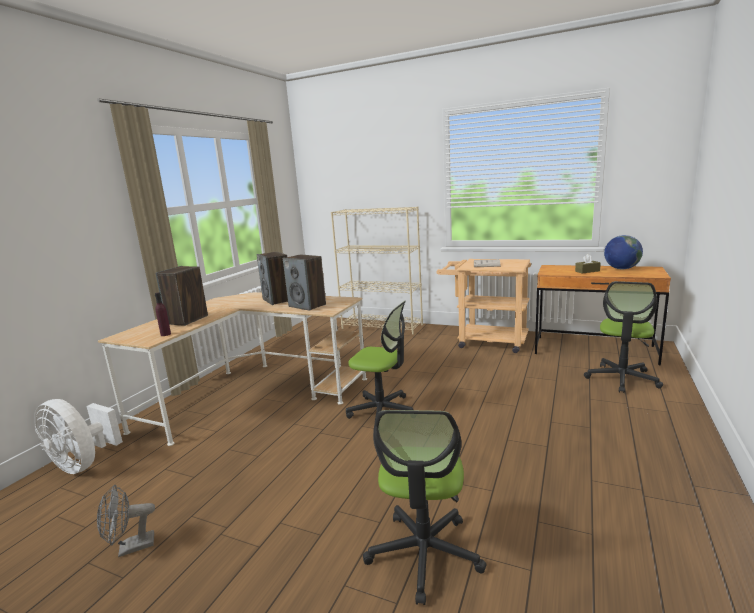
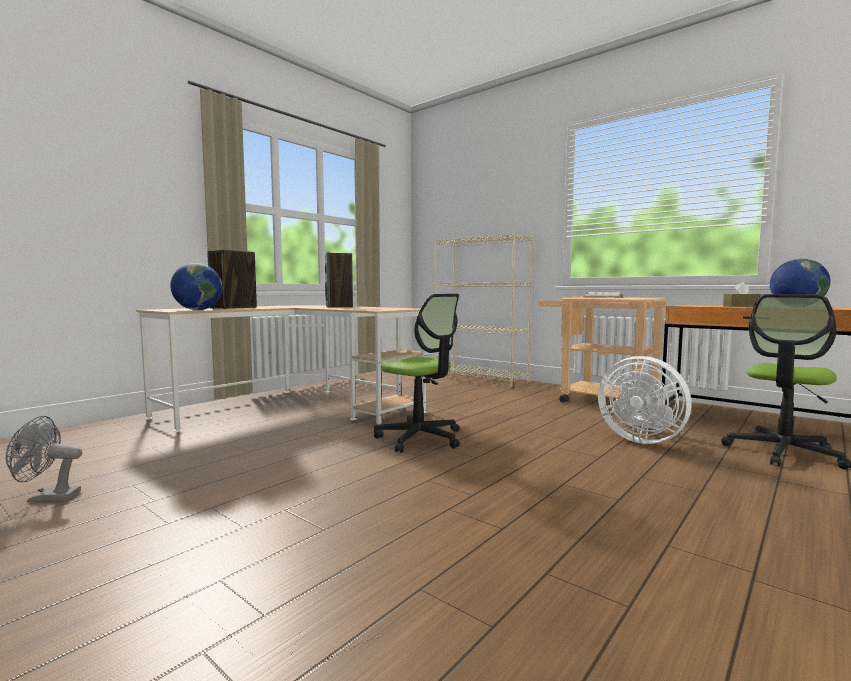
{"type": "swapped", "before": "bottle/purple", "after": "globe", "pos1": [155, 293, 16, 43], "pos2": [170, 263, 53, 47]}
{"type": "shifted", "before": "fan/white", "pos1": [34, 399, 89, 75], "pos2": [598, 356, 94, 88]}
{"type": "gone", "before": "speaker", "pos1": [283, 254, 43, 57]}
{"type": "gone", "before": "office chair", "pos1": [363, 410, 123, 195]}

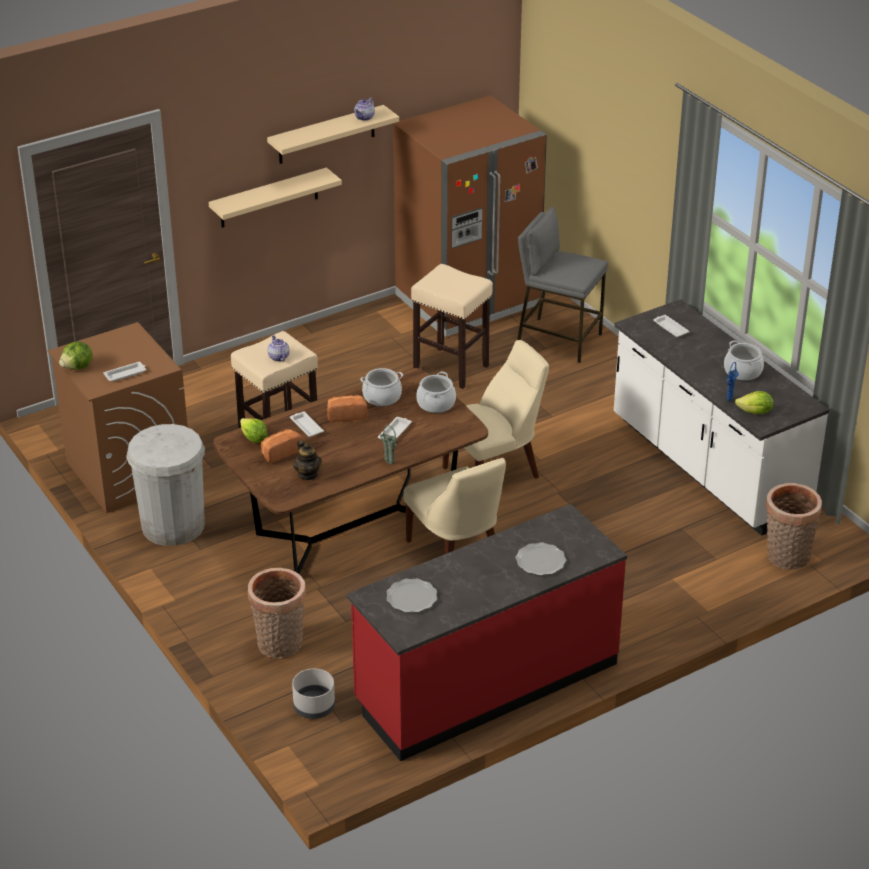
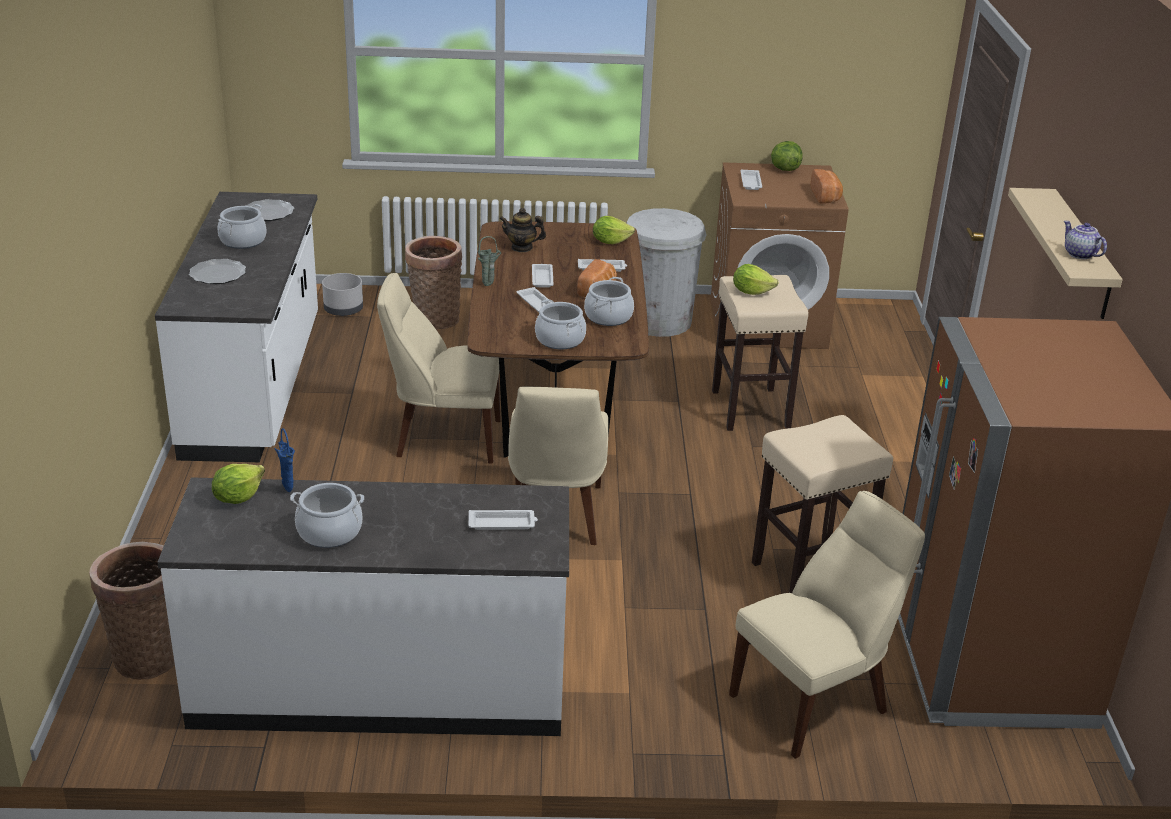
{"type": "repainted", "before": "counter/red", "after": "counter/white", "pos1": [347, 504, 280, 257], "pos2": [155, 192, 163, 270]}
{"type": "new", "after": "cooking pot", "pos2": [218, 204, 49, 45]}
{"type": "new", "after": "tray/white", "pos2": [532, 264, 22, 24]}
{"type": "swapped", "before": "stool/grey", "after": "chair/beige", "pos1": [517, 207, 91, 156], "pos2": [729, 491, 196, 268]}
{"type": "swapped", "before": "teapot", "after": "lettuce", "pos1": [268, 335, 22, 26], "pos2": [733, 264, 45, 31]}
{"type": "shifted", "before": "bread", "pos1": [261, 429, 42, 34], "pos2": [810, 169, 33, 34]}
{"type": "gone", "before": "shelf/beige", "pos1": [209, 167, 133, 61]}

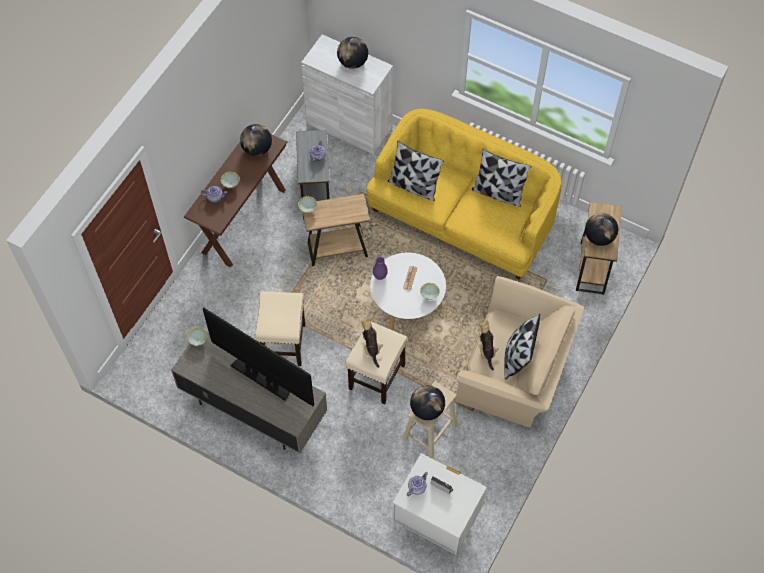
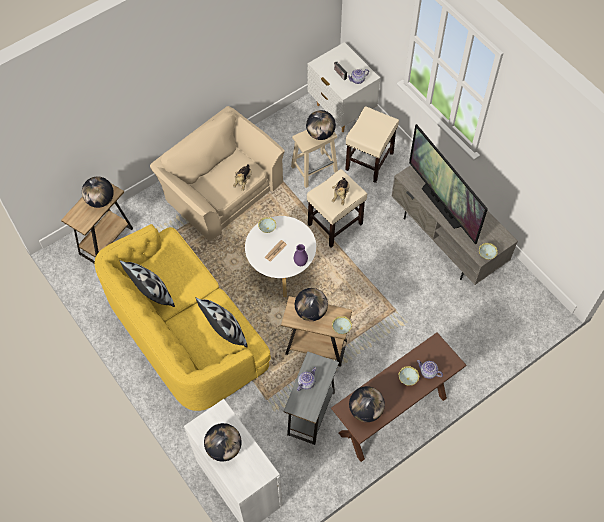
{"type": "new", "after": "globe", "pos2": [295, 288, 33, 33]}
{"type": "shifted", "before": "stool/beige", "pos1": [255, 291, 50, 75], "pos2": [345, 106, 54, 77]}
{"type": "gone", "before": "pillow", "pos1": [504, 314, 36, 66]}

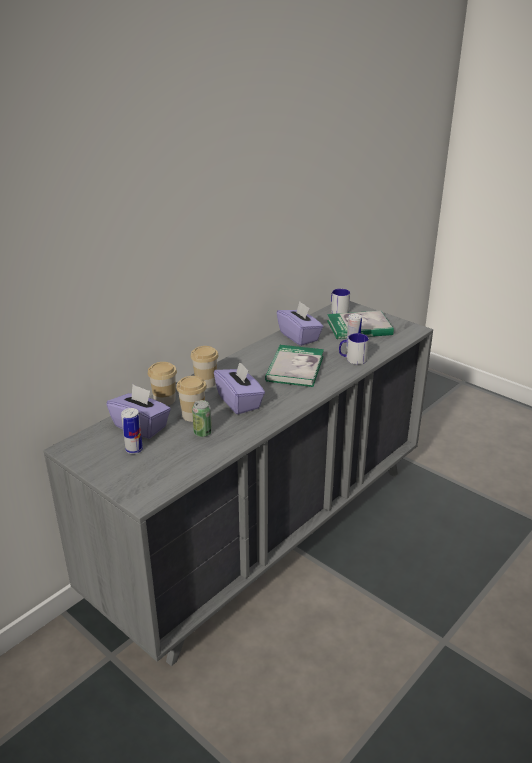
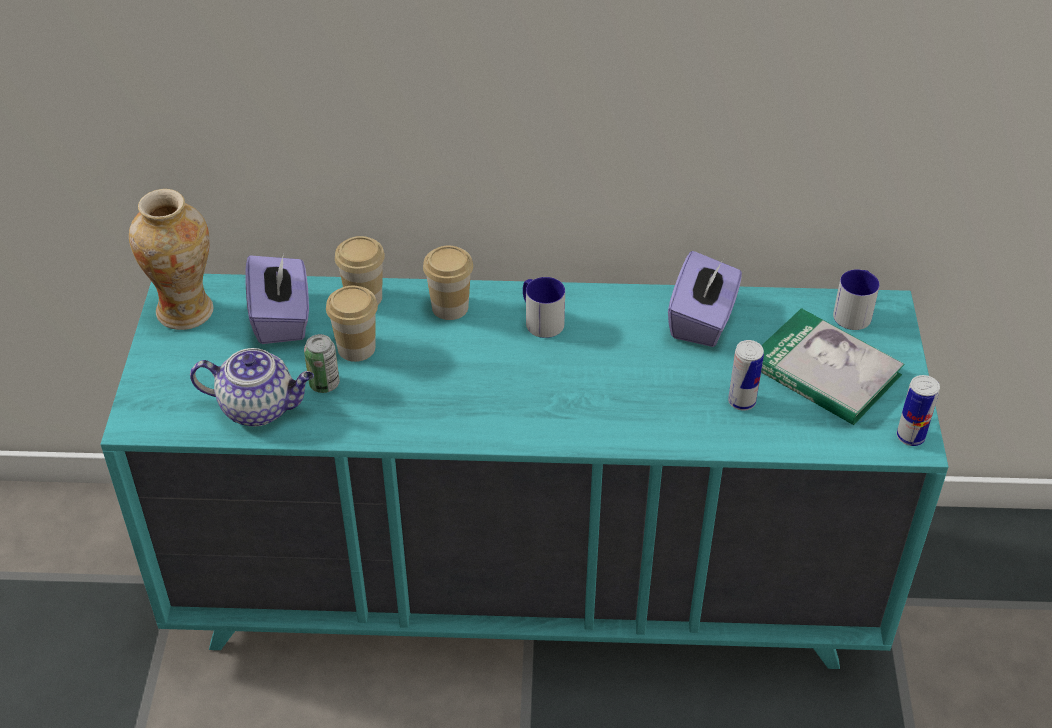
{"type": "repainted", "before": "dresser/grey", "after": "dresser/turquoise", "pos1": [43, 301, 390, 365], "pos2": [100, 274, 849, 395]}
{"type": "new", "after": "vase", "pos2": [129, 189, 85, 141]}
{"type": "new", "after": "teapot", "pos2": [190, 348, 124, 78]}
{"type": "shifted", "before": "mug", "pos1": [339, 333, 30, 32], "pos2": [523, 277, 42, 61]}
{"type": "shifted", "before": "can", "pos1": [121, 408, 22, 46], "pos2": [897, 375, 43, 71]}
{"type": "gone", "before": "tissue box/purple", "pos1": [214, 362, 51, 52]}
{"type": "gone", "before": "book", "pos1": [265, 345, 59, 42]}

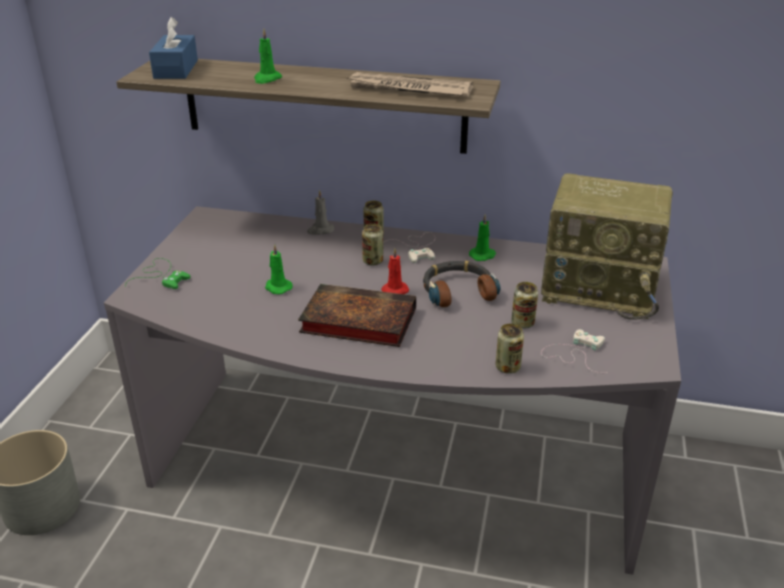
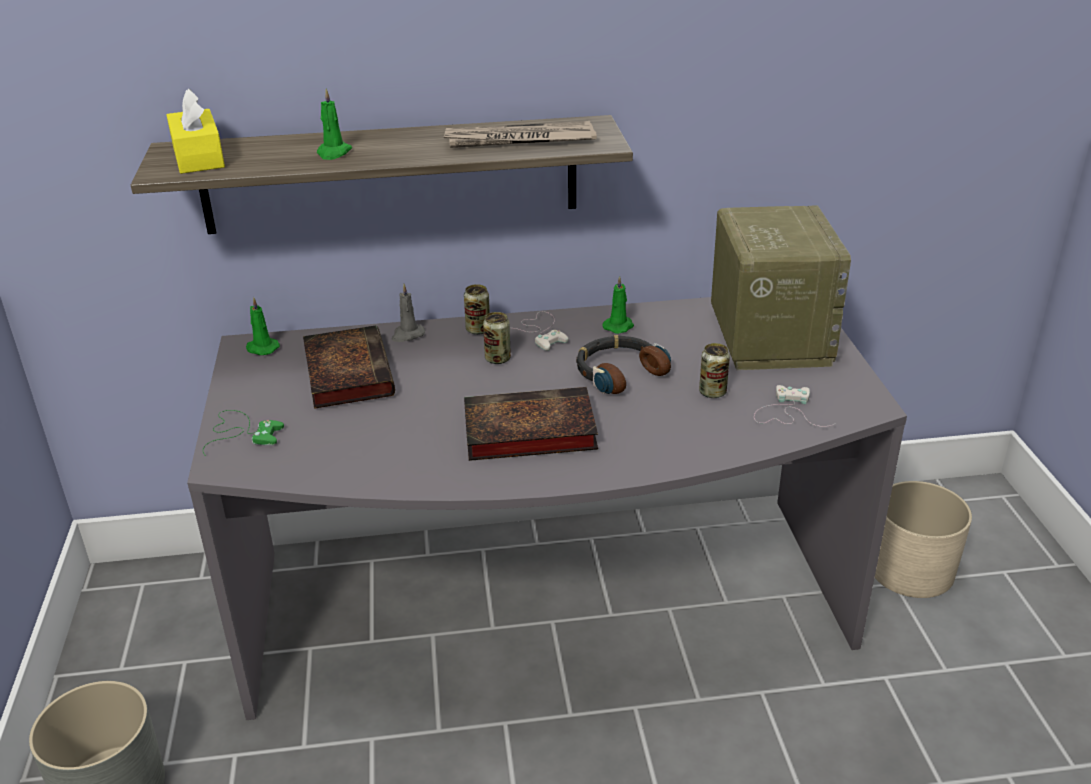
{"type": "repainted", "before": "tissue box/blue", "after": "tissue box/yellow", "pos1": [149, 17, 49, 62], "pos2": [167, 88, 58, 86]}
{"type": "shifted", "before": "candle/green", "pos1": [265, 244, 28, 50], "pos2": [246, 297, 34, 58]}
{"type": "new", "after": "book", "pos2": [303, 325, 92, 84]}
{"type": "rotated", "before": "radio", "pos1": [541, 173, 132, 147], "pos2": [711, 206, 140, 164], "turn": -90}
{"type": "new", "after": "planter/beige", "pos2": [875, 481, 97, 117]}
{"type": "gone", "before": "candle/red", "pos1": [381, 248, 28, 46]}
{"type": "gone", "before": "can", "pos1": [496, 323, 28, 51]}

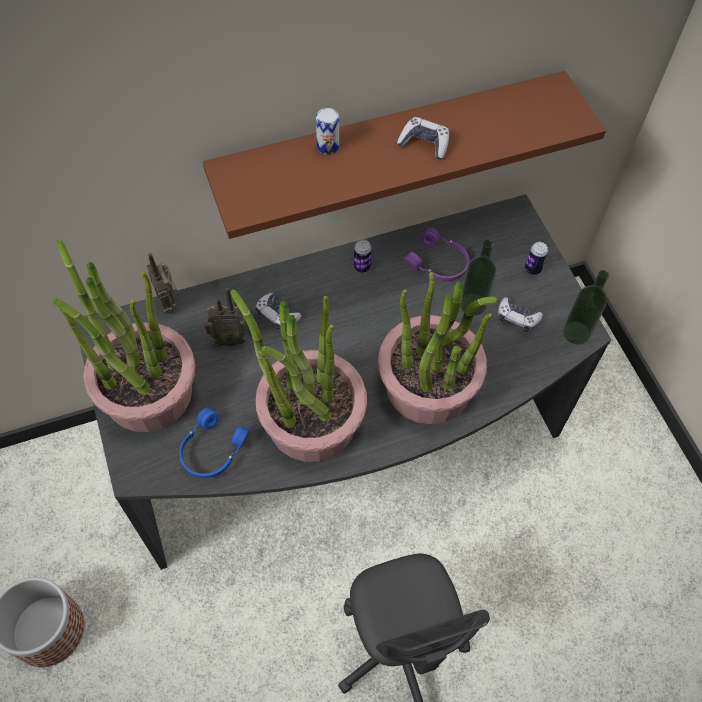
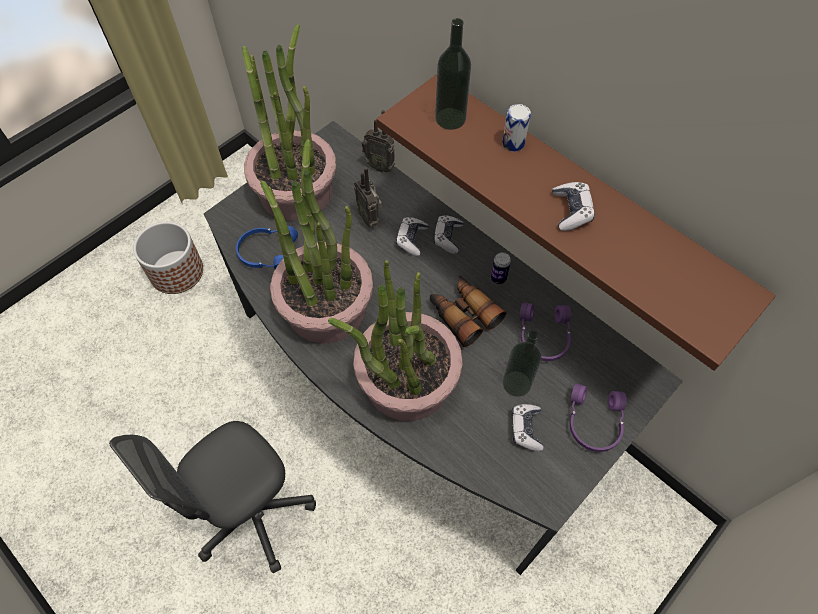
{"type": "rotated", "before": "radio", "pos1": [147, 253, 31, 61], "pos2": [361, 110, 34, 63], "turn": -105}
{"type": "new", "after": "binoculars", "pos2": [430, 275, 76, 72]}
{"type": "new", "after": "game controller", "pos2": [433, 215, 30, 39]}
{"type": "shifted", "before": "bottle", "pos1": [563, 270, 46, 74], "pos2": [435, 18, 36, 112]}
{"type": "swapped", "before": "can", "after": "headphones/purple", "pos1": [525, 242, 23, 33], "pos2": [570, 383, 57, 69]}

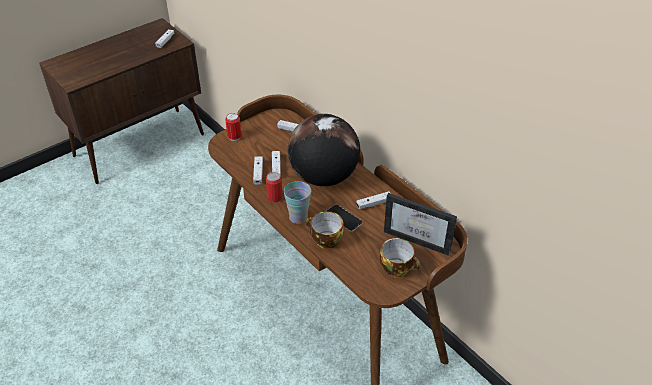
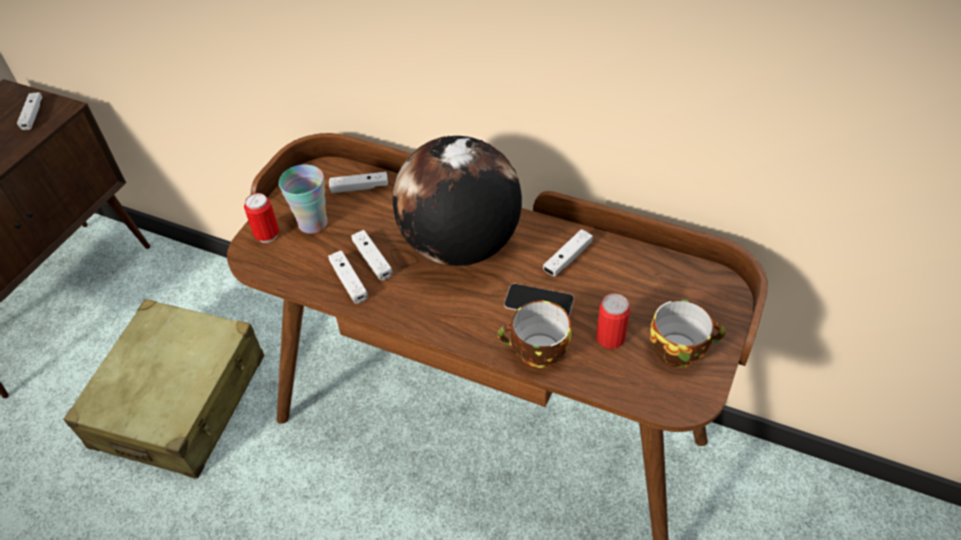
{"type": "new", "after": "suitcase/beige", "pos2": [63, 299, 201, 180]}
{"type": "shifted", "before": "cup", "pos1": [284, 181, 27, 43], "pos2": [279, 165, 49, 69]}
{"type": "shifted", "before": "can", "pos1": [266, 172, 17, 31], "pos2": [596, 294, 34, 55]}
{"type": "gone", "before": "picture frame", "pos1": [384, 193, 73, 63]}

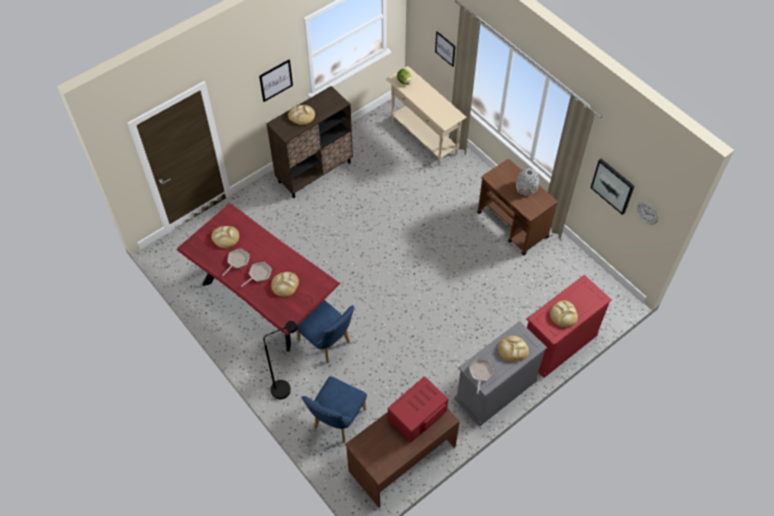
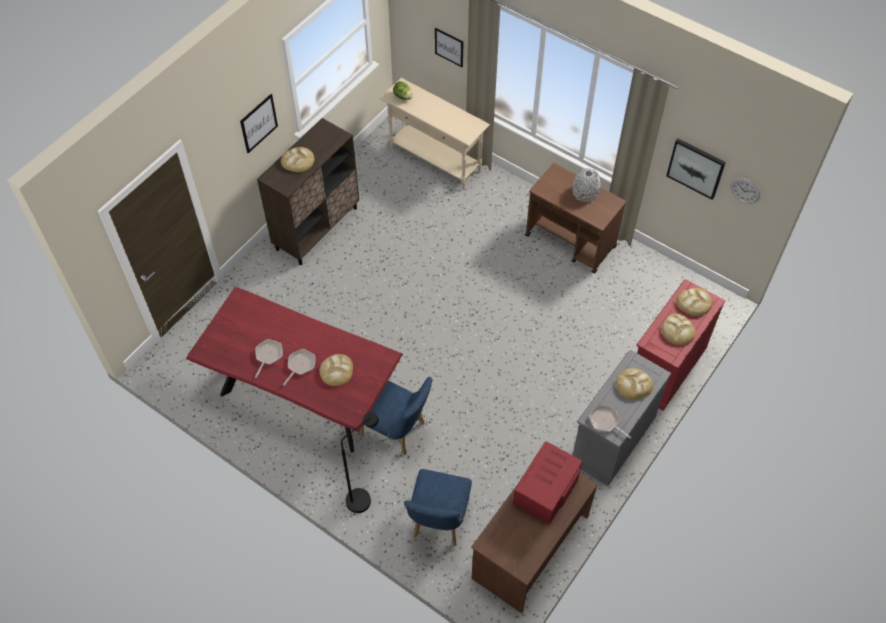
{"type": "rotated", "before": "frying pan", "pos1": [469, 359, 25, 35], "pos2": [589, 405, 42, 33], "turn": -45}
{"type": "shifted", "before": "bread", "pos1": [211, 226, 28, 22], "pos2": [676, 288, 36, 28]}

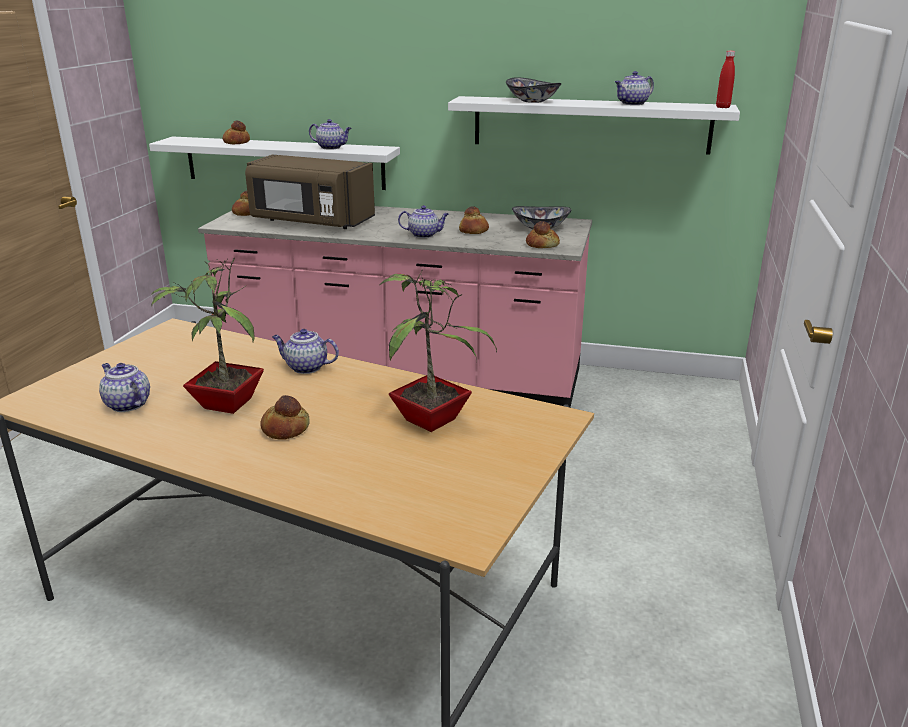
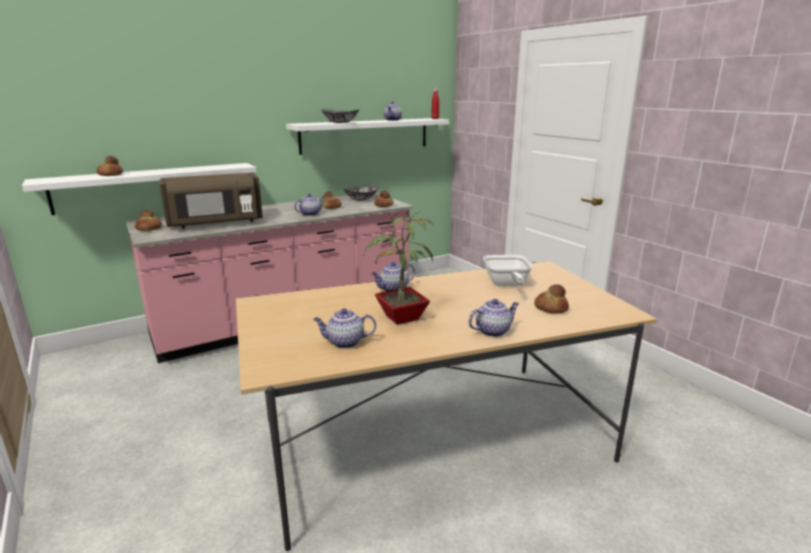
{"type": "shifted", "before": "teapot", "pos1": [309, 119, 42, 31], "pos2": [468, 299, 51, 38]}
{"type": "swapped", "before": "potted plant", "after": "frying pan", "pos1": [378, 271, 119, 161], "pos2": [483, 255, 50, 31]}
{"type": "shifted", "before": "bread", "pos1": [261, 395, 49, 45], "pos2": [534, 285, 35, 29]}

